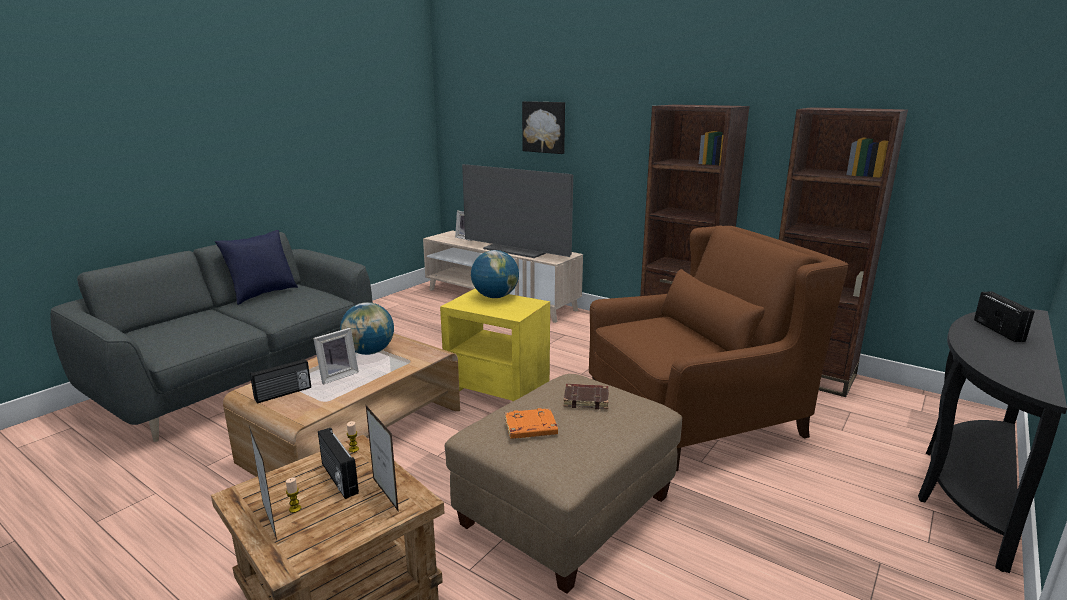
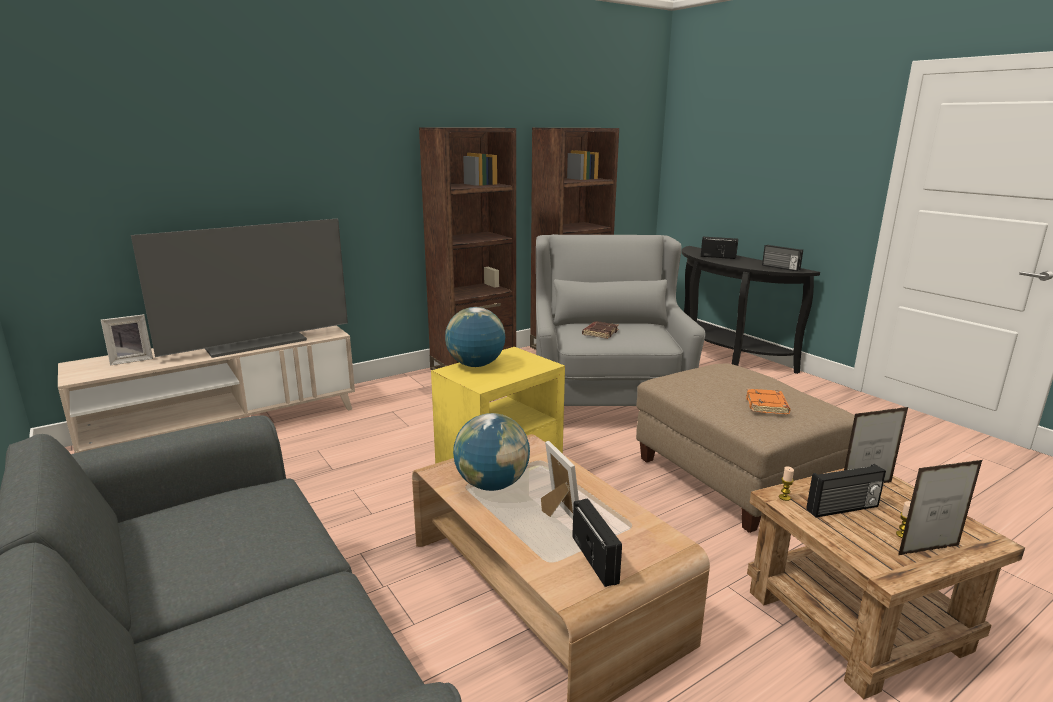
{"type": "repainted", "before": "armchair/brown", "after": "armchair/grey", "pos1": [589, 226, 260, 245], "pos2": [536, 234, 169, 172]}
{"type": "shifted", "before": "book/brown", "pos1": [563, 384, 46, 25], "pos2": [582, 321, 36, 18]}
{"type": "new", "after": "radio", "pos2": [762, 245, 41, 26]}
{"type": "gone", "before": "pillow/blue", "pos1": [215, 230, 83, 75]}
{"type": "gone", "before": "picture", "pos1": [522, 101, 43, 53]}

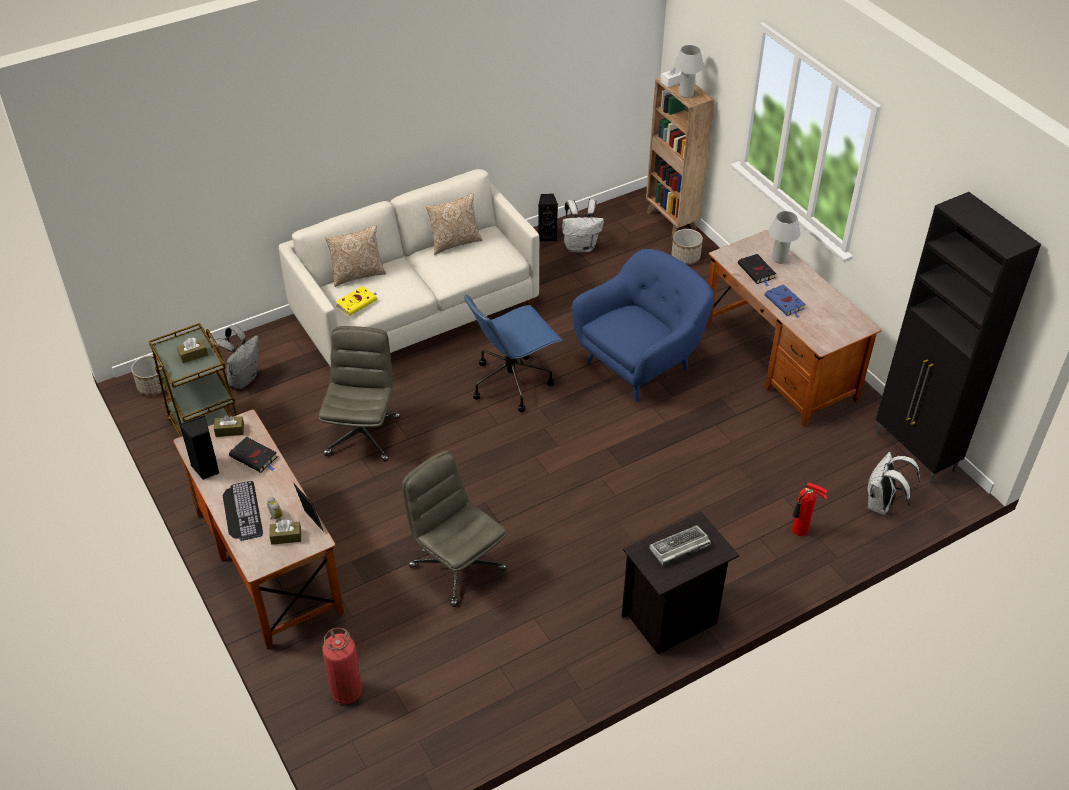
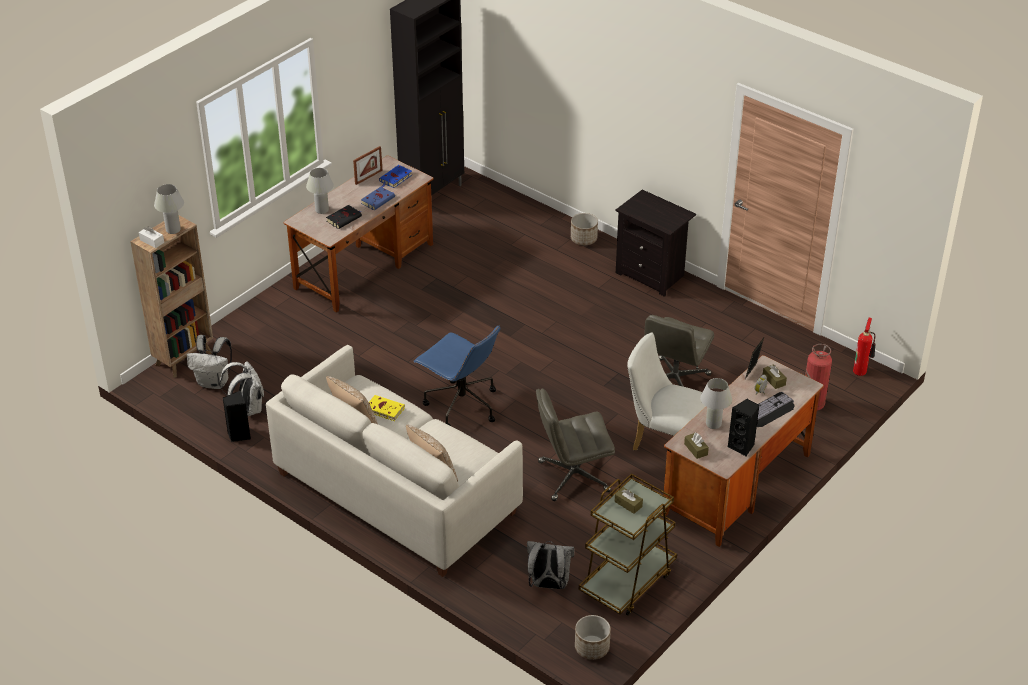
{"type": "shifted", "before": "backpack/white", "pos1": [868, 452, 52, 63], "pos2": [187, 335, 45, 54]}
{"type": "new", "after": "picture frame", "pos2": [353, 146, 29, 39]}
{"type": "shifted", "before": "book/yellow", "pos1": [335, 286, 42, 30], "pos2": [369, 395, 36, 26]}
{"type": "new", "after": "book/blue", "pos2": [379, 165, 33, 23]}
{"type": "shifted", "before": "planter", "pos1": [671, 229, 32, 36], "pos2": [571, 213, 27, 32]}
{"type": "new", "after": "chair/white", "pos2": [627, 332, 79, 118]}
{"type": "swapped", "before": "book/black", "after": "table lamp/white", "pos1": [229, 437, 48, 36], "pos2": [700, 378, 32, 51]}
{"type": "shifted", "before": "fire extinguisher", "pos1": [792, 482, 36, 54], "pos2": [853, 318, 22, 58]}
{"type": "gone", "before": "armchair/blue", "pos1": [572, 249, 142, 153]}
{"type": "gone", "before": "keyboard", "pos1": [649, 525, 62, 41]}

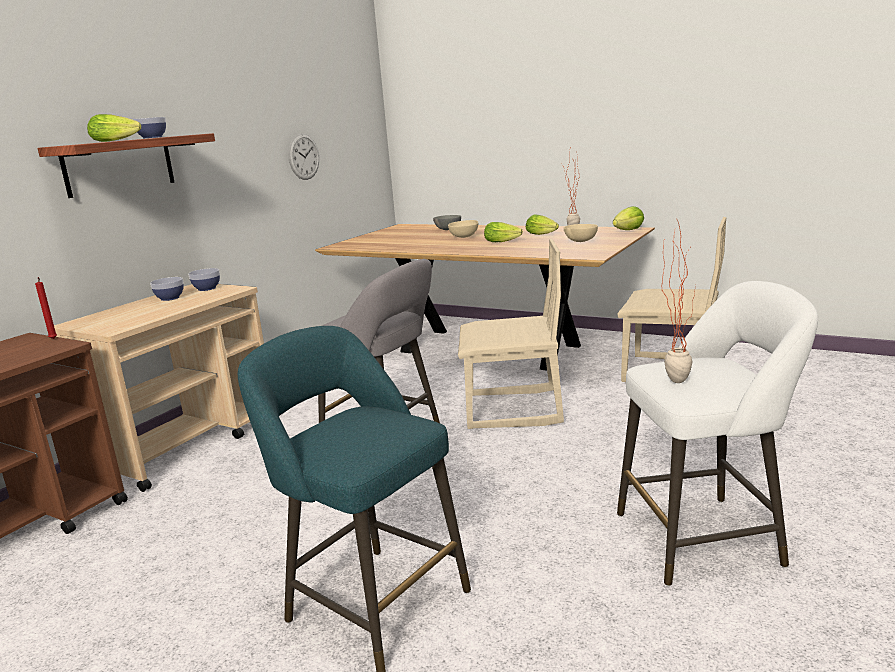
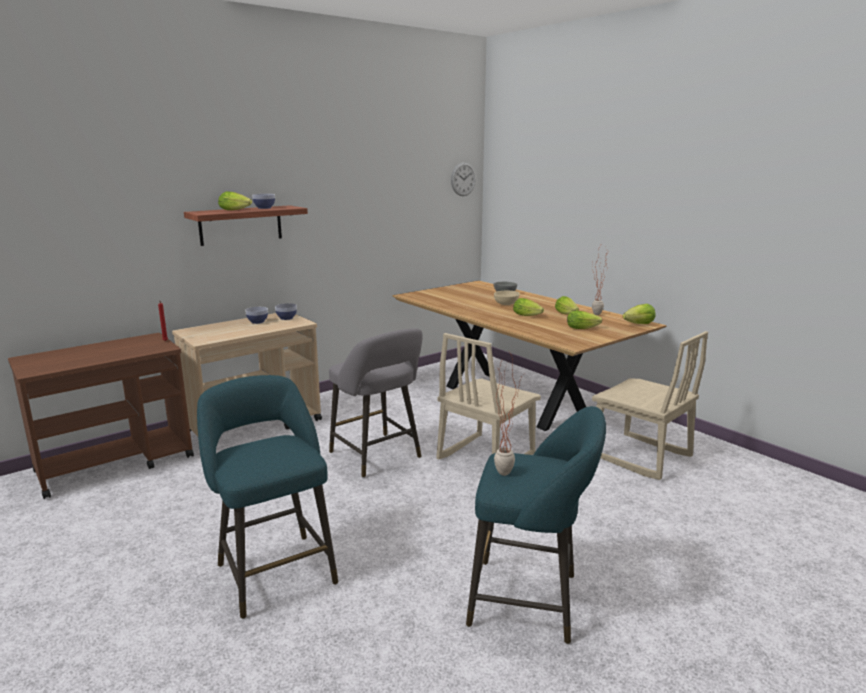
{"type": "rotated", "before": "chair/beige", "pos1": [458, 239, 106, 190], "pos2": [437, 333, 104, 126], "turn": 105}
{"type": "shifted", "before": "wall clock", "pos1": [288, 134, 31, 46], "pos2": [451, 162, 25, 34]}
{"type": "repainted", "before": "stool/white", "after": "stool/turquoise", "pos1": [617, 281, 201, 305], "pos2": [466, 406, 140, 238]}
{"type": "swapped", "before": "bowl/beige", "after": "lettuce", "pos1": [564, 224, 34, 18], "pos2": [567, 311, 35, 18]}

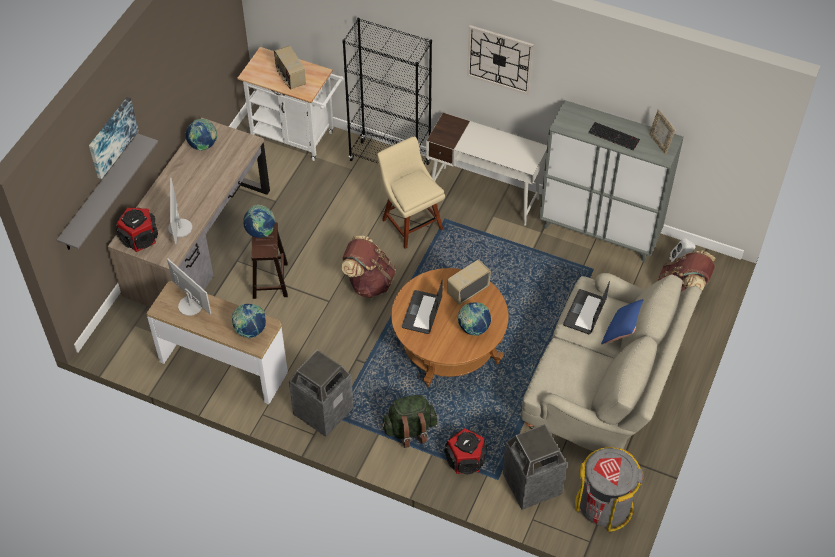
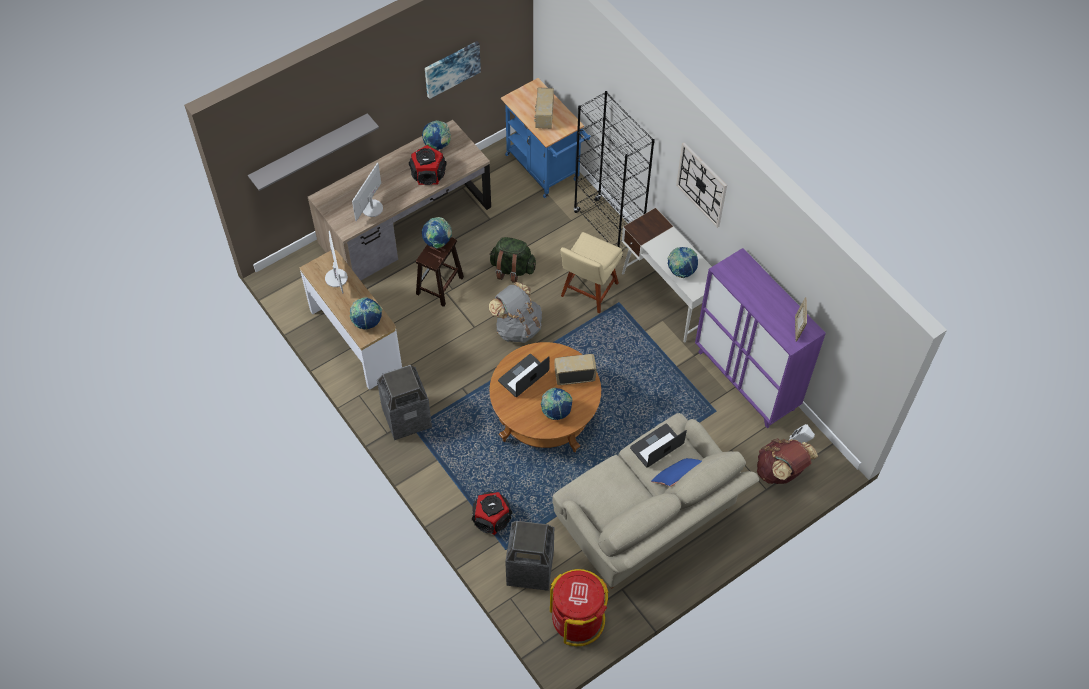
{"type": "shifted", "before": "speaker", "pos1": [116, 208, 42, 44], "pos2": [409, 145, 38, 40]}
{"type": "shifted", "before": "picture", "pos1": [89, 97, 50, 82], "pos2": [425, 41, 56, 58]}
{"type": "shifted", "before": "backpack/green", "pos1": [381, 395, 56, 53], "pos2": [489, 237, 47, 46]}
{"type": "repainted", "before": "backpack/brown", "after": "backpack/grey", "pos1": [341, 236, 55, 62], "pos2": [489, 282, 53, 61]}
{"type": "repainted", "before": "cart/white", "after": "cart/blue", "pos1": [237, 47, 107, 114], "pos2": [501, 78, 90, 120]}
{"type": "repainted", "before": "trash can/grey", "after": "trash can/red", "pos1": [575, 447, 68, 85], "pos2": [550, 569, 59, 77]}
{"type": "rotated", "before": "chair/beige", "pos1": [377, 136, 68, 113], "pos2": [560, 232, 63, 82], "turn": -150}
{"type": "new", "after": "globe", "pos2": [668, 247, 30, 31]}
{"type": "repainted", "before": "cabinet/grey", "after": "cabinet/purple", "pos1": [539, 100, 145, 162], "pos2": [695, 248, 131, 180]}
{"type": "gone", "before": "keyboard", "pos1": [588, 122, 52, 29]}

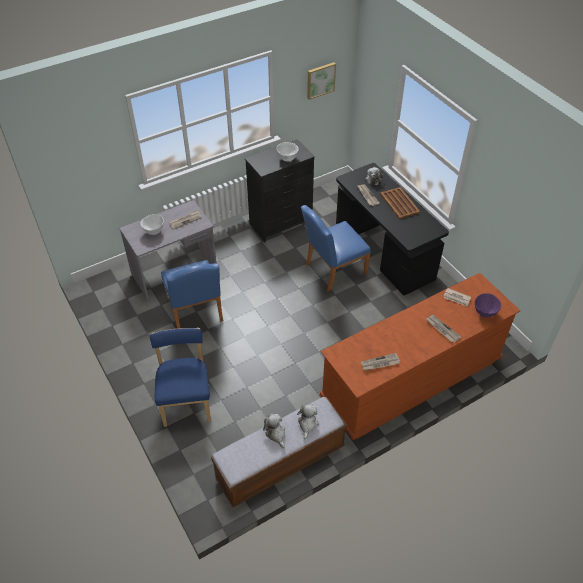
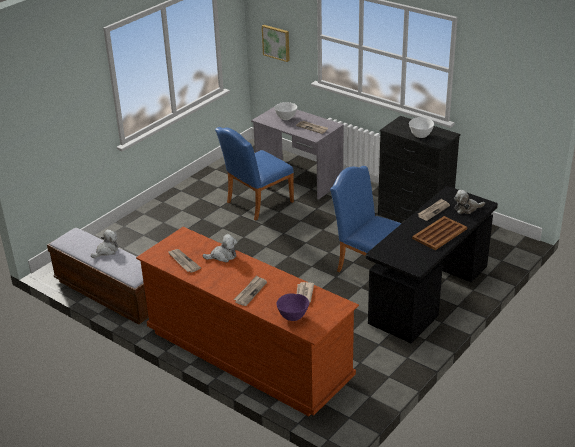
{"type": "shifted", "before": "plush toy", "pos1": [297, 403, 22, 36], "pos2": [202, 234, 36, 28]}
{"type": "shifted", "before": "picture", "pos1": [307, 62, 29, 38], "pos2": [262, 25, 28, 37]}
{"type": "gone", "before": "chair/blue", "pos1": [150, 328, 61, 99]}

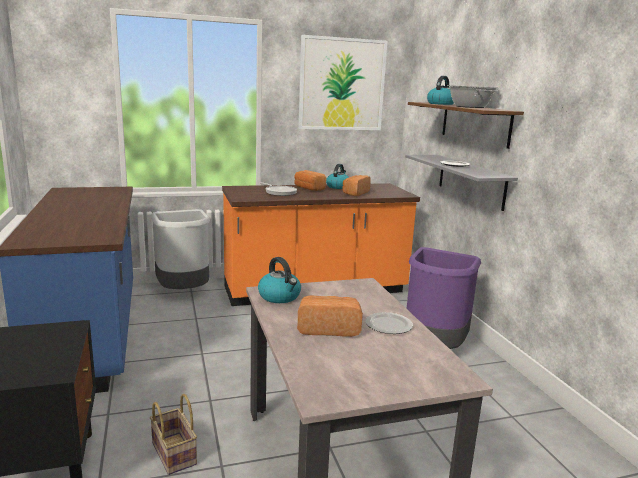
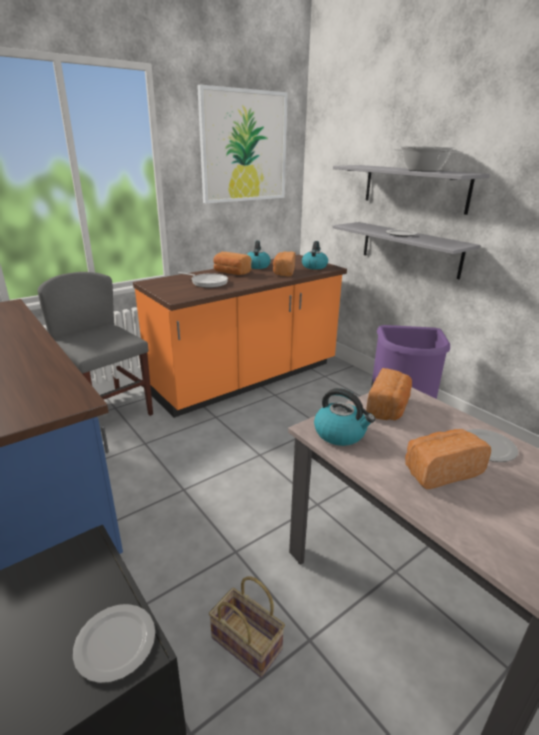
{"type": "swapped", "before": "trash can/grey", "after": "chair/grey", "pos1": [151, 209, 59, 80], "pos2": [38, 272, 115, 144]}
{"type": "new", "after": "plate", "pos2": [73, 604, 82, 79]}
{"type": "shifted", "before": "kettle", "pos1": [427, 76, 27, 29], "pos2": [302, 241, 26, 28]}
{"type": "repainted", "before": "shelf/brown", "after": "shelf/grey", "pos1": [408, 102, 116, 47], "pos2": [333, 165, 157, 50]}
{"type": "new", "after": "bread", "pos2": [366, 368, 46, 52]}

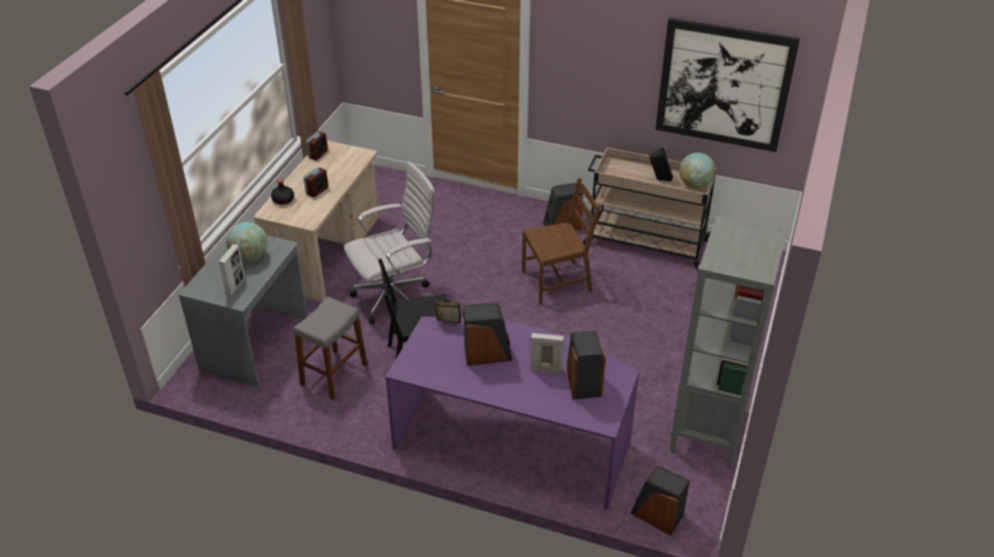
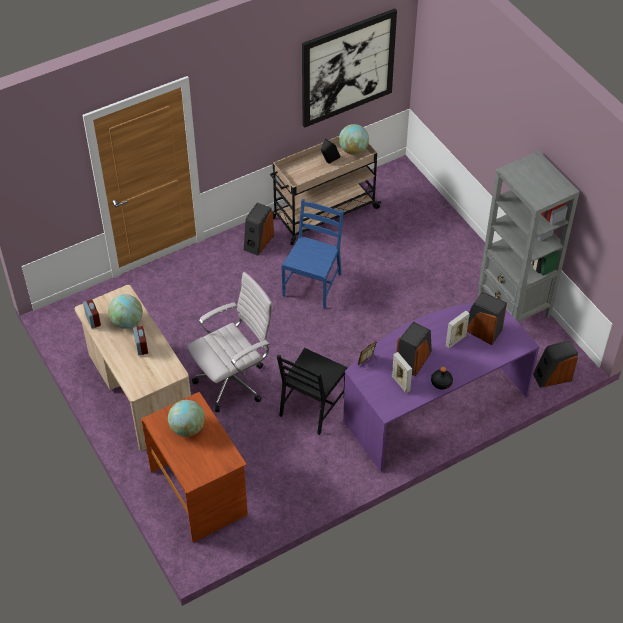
{"type": "new", "after": "globe", "pos2": [108, 294, 35, 35]}
{"type": "repainted", "before": "desk/grey", "after": "desk/brown", "pos1": [178, 235, 130, 153], "pos2": [141, 392, 107, 151]}
{"type": "rotated", "before": "office chair/white", "pos1": [343, 162, 93, 162], "pos2": [187, 272, 86, 140], "turn": 45}
{"type": "repainted", "before": "chair/brown", "after": "chair/blue", "pos1": [522, 178, 79, 127], "pos2": [282, 199, 62, 110]}
{"type": "shifted", "before": "picture frame", "pos1": [218, 244, 27, 52], "pos2": [392, 352, 20, 41]}
{"type": "shifted", "before": "bottle/black", "pos1": [271, 179, 23, 26], "pos2": [431, 367, 22, 23]}
{"type": "gone", "before": "stool/grey", "pos1": [293, 296, 75, 104]}

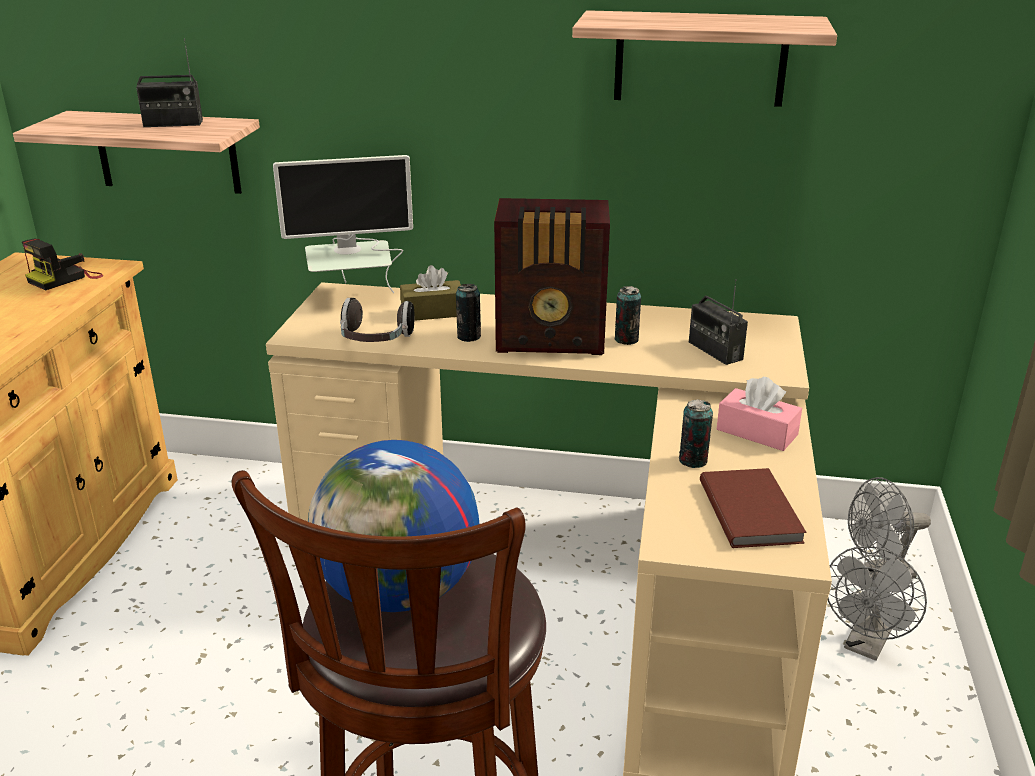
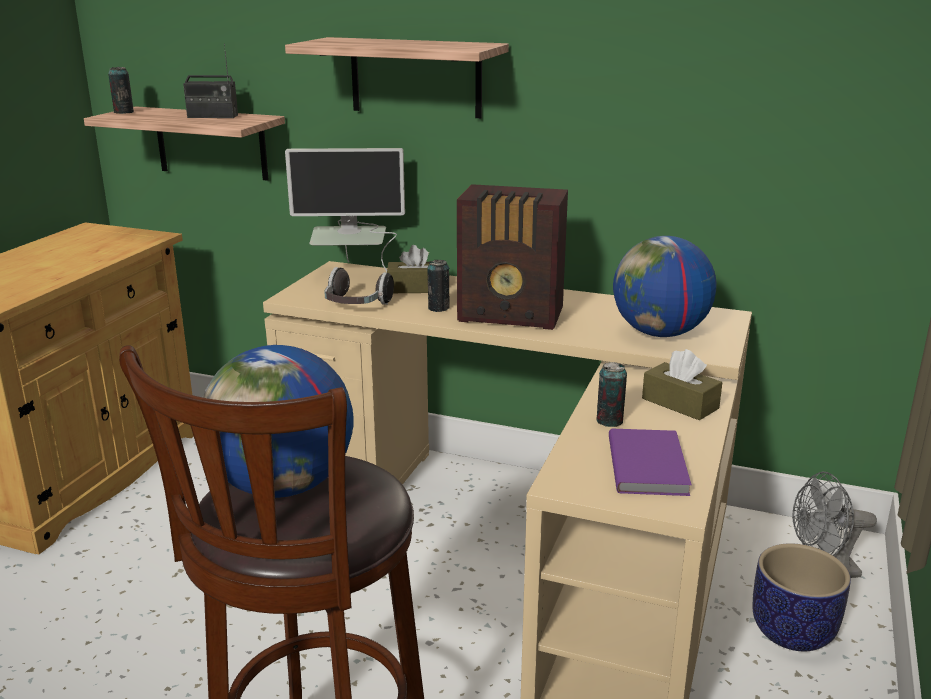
{"type": "shifted", "before": "can", "pos1": [614, 286, 27, 59], "pos2": [108, 67, 26, 47]}
{"type": "shifted", "before": "shelf", "pos1": [572, 10, 265, 97], "pos2": [285, 37, 224, 81]}
{"type": "repainted", "before": "book/brown", "after": "book/purple", "pos1": [700, 468, 107, 80], "pos2": [609, 429, 83, 67]}
{"type": "swapped", "before": "radio", "after": "globe", "pos1": [689, 279, 59, 86], "pos2": [613, 236, 104, 101]}
{"type": "repainted", "before": "tissue box/pink", "after": "tissue box/brown", "pos1": [717, 377, 85, 74], "pos2": [642, 349, 80, 71]}
{"type": "swapped", "before": "fan/grey", "after": "planter", "pos1": [828, 546, 99, 115], "pos2": [753, 543, 98, 108]}
{"type": "gone", "before": "photo camera", "pos1": [22, 239, 81, 51]}

